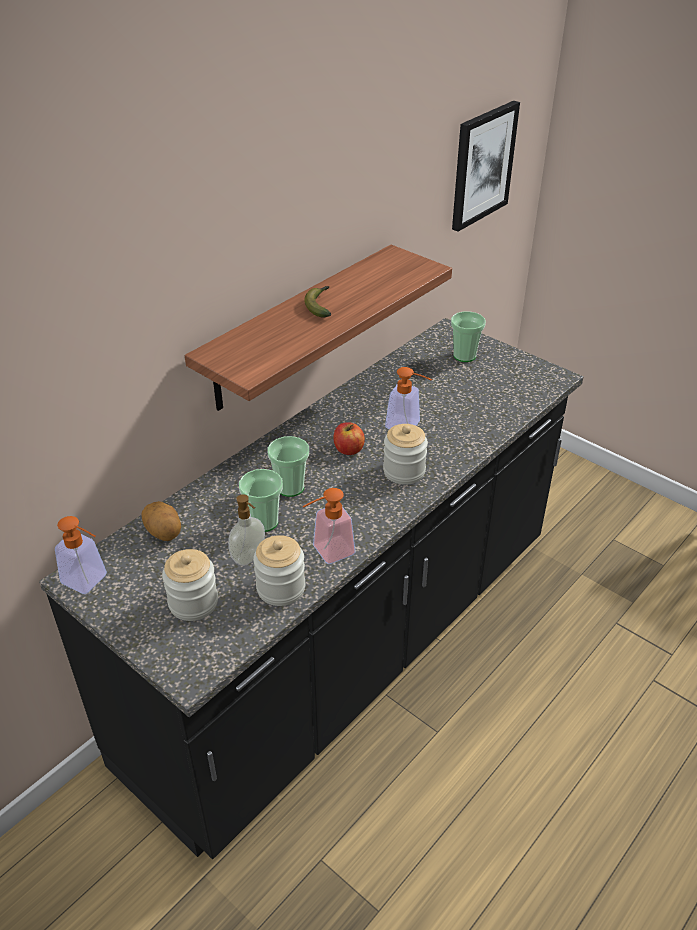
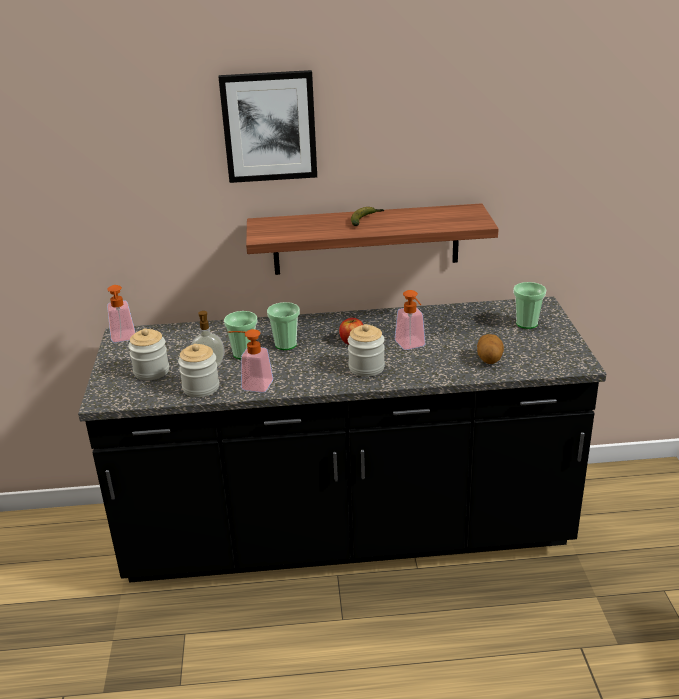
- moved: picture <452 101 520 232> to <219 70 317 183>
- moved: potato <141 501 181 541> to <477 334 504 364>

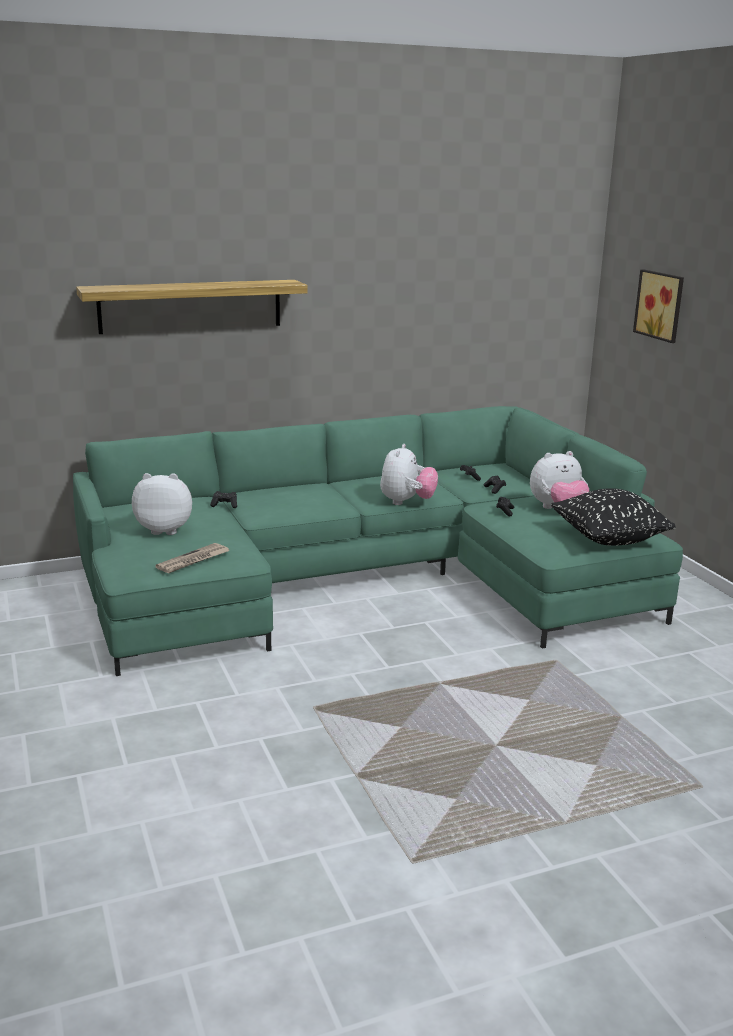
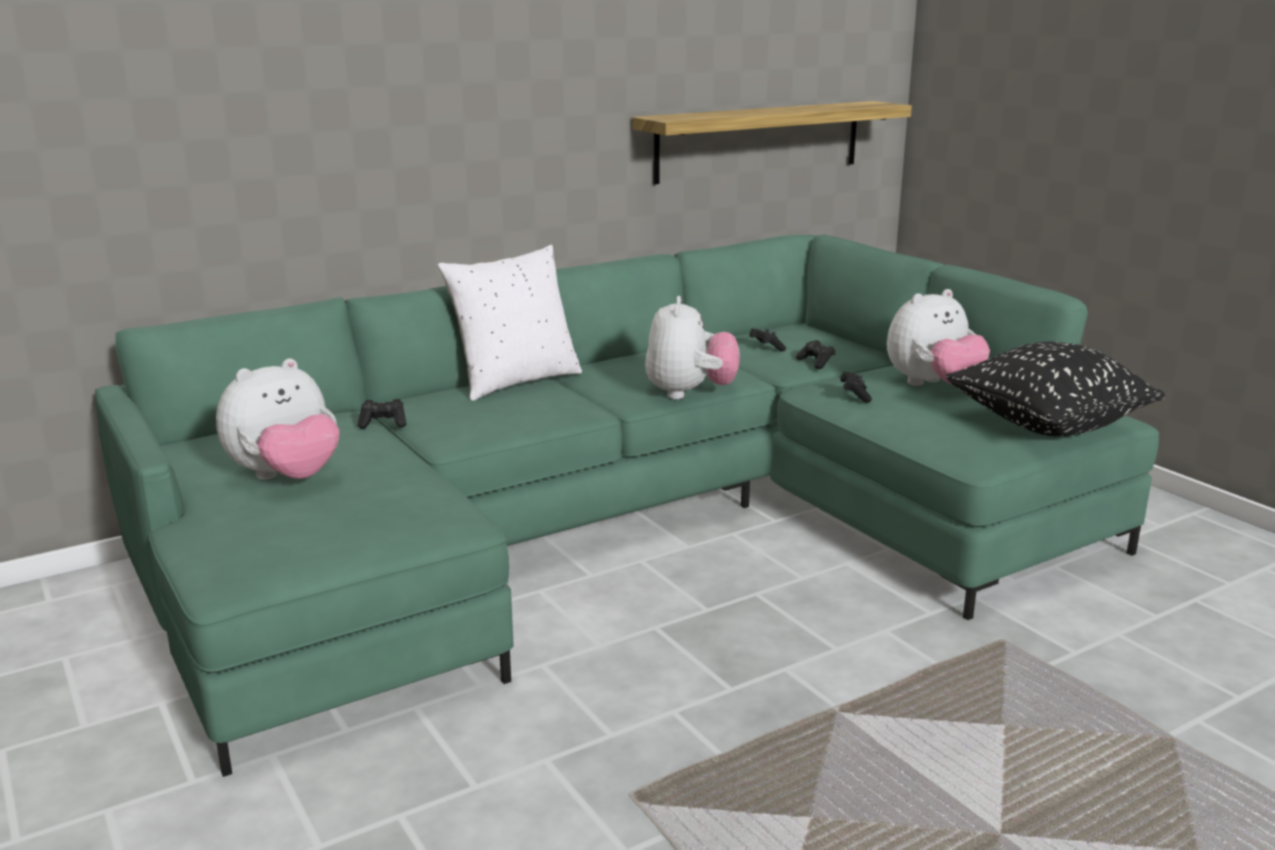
- turned: plush toy <132 473 192 535> = <216 358 339 480> 150 degrees clockwise
- added: pillow/white <438 245 582 401>
- moved: shelf <76 280 308 334> to <633 101 912 184>
- removed: newspaper <155 543 229 574>
- removed: picture <633 269 684 343>

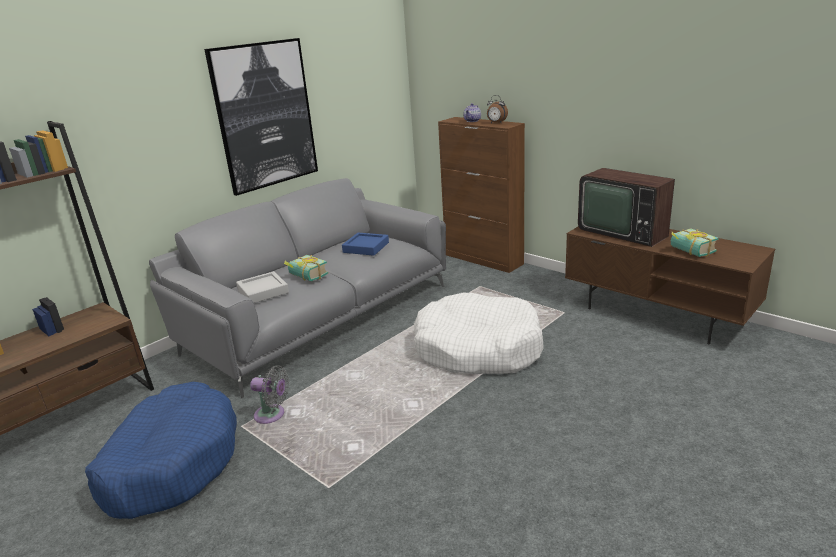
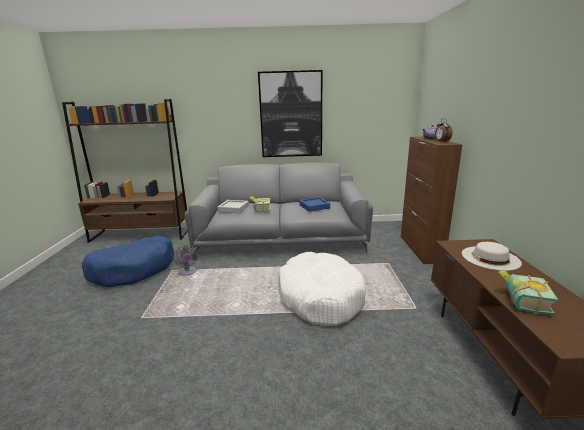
- replaced: television <578 168 675 247> to hat/white <462 242 522 271>

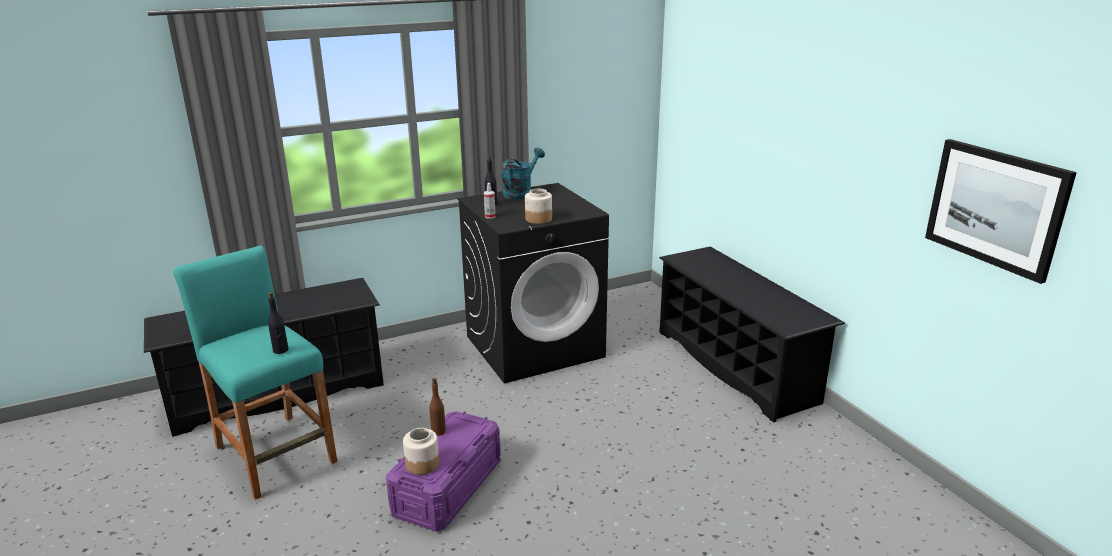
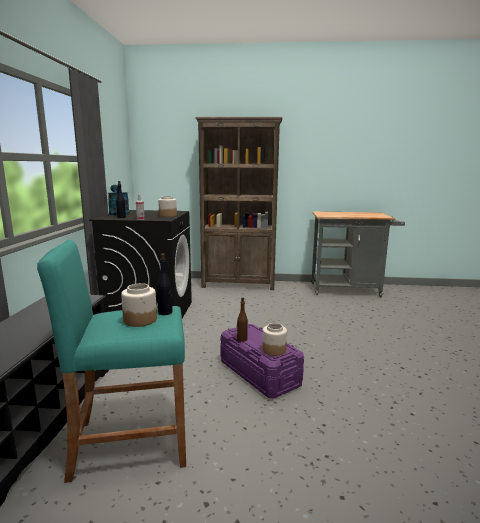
- added: jar <121 283 157 327>
- replaced: shoe rack/black <659 246 845 423> to bookcase/brown <195 117 283 290>
- added: cart/grey <311 211 405 297>
- removed: picture <925 139 1077 284>

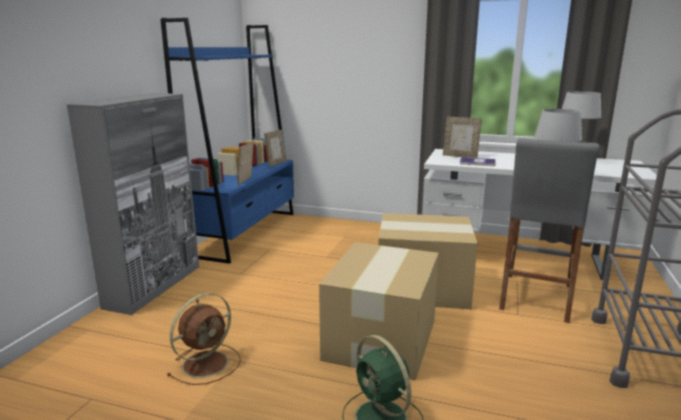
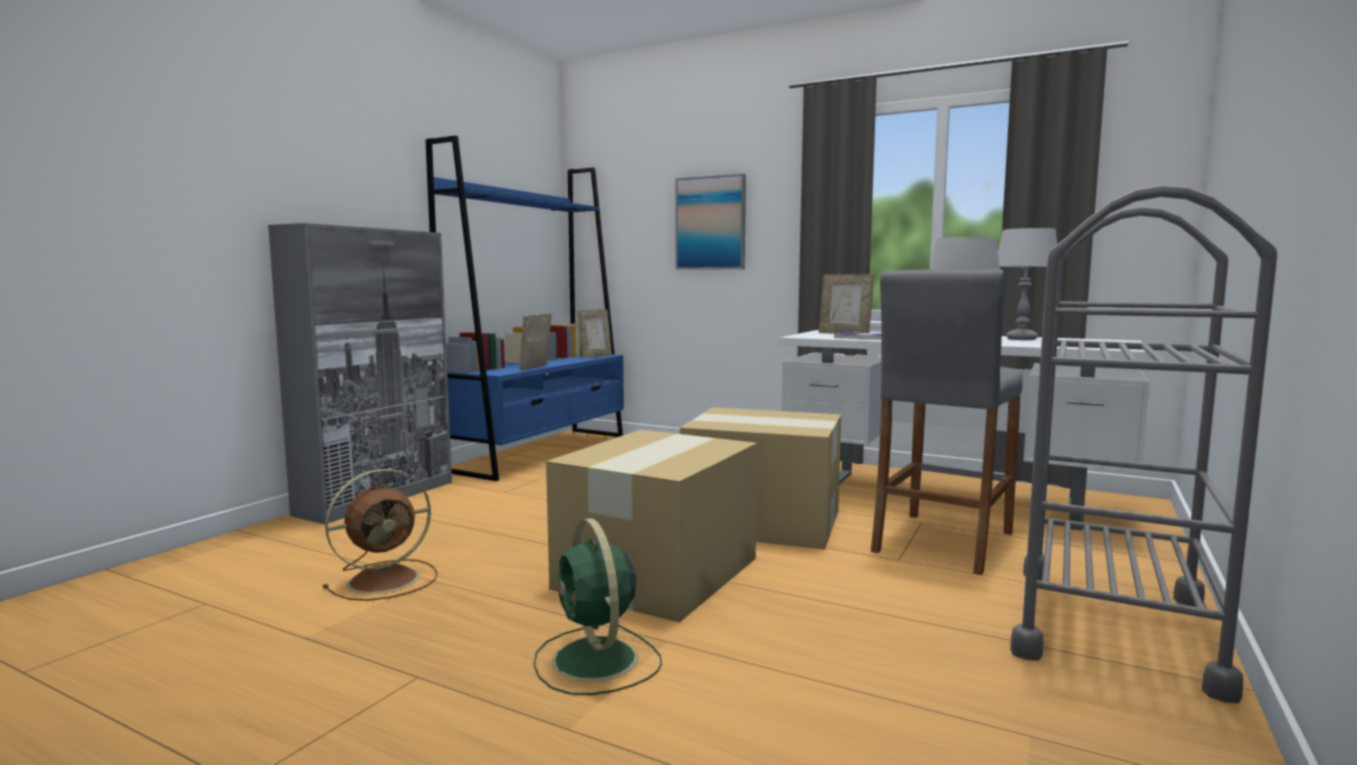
- added: picture <675 174 746 270>

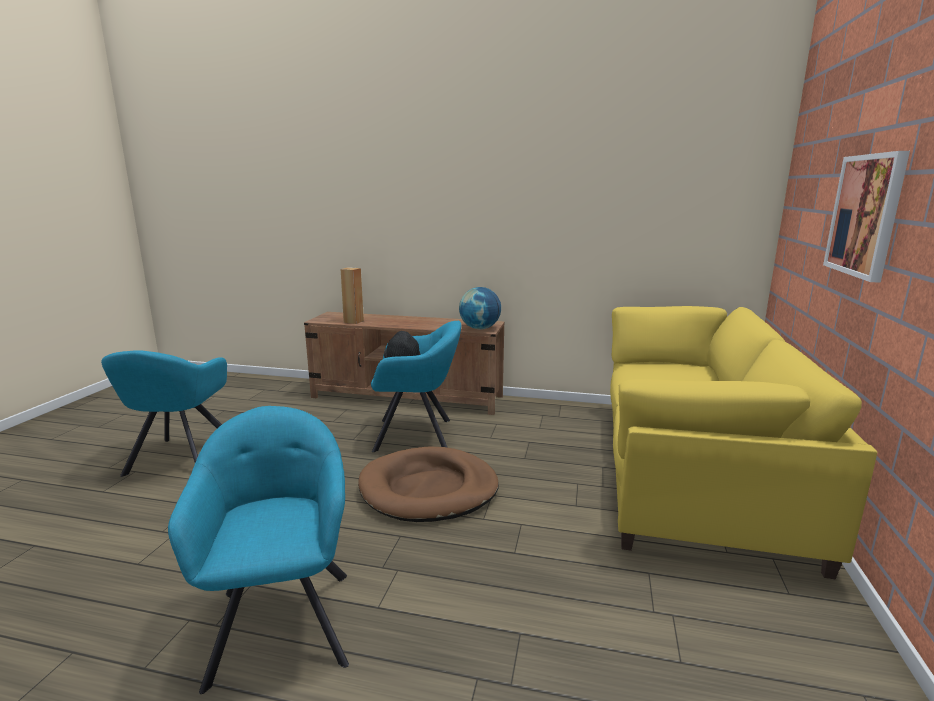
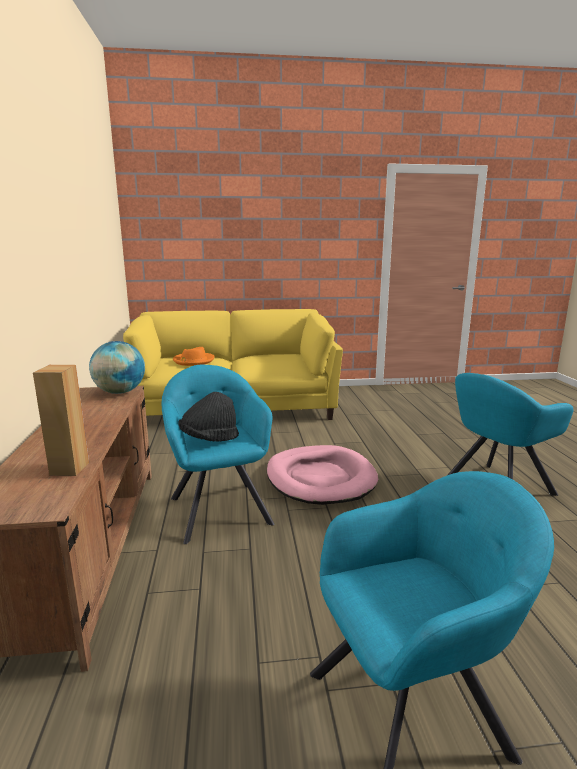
- added: hat/orange <173 347 215 366>
- recoloured: dog bed/brown <358 447 499 522> to dog bed/pink <267 445 378 505>
- removed: picture <823 151 910 283>

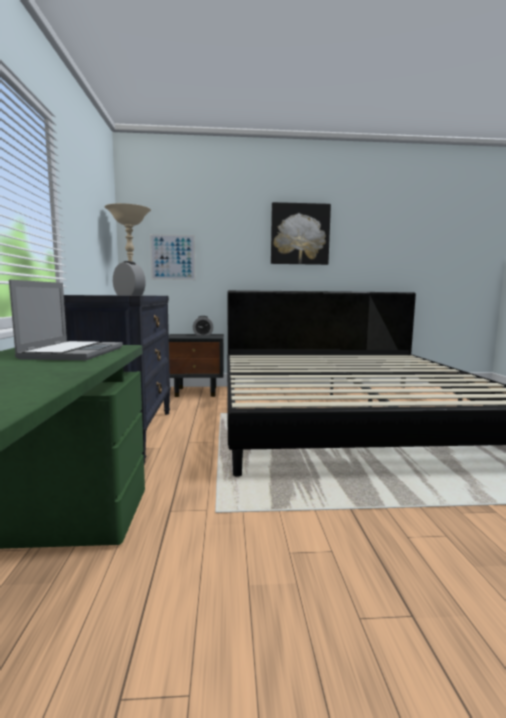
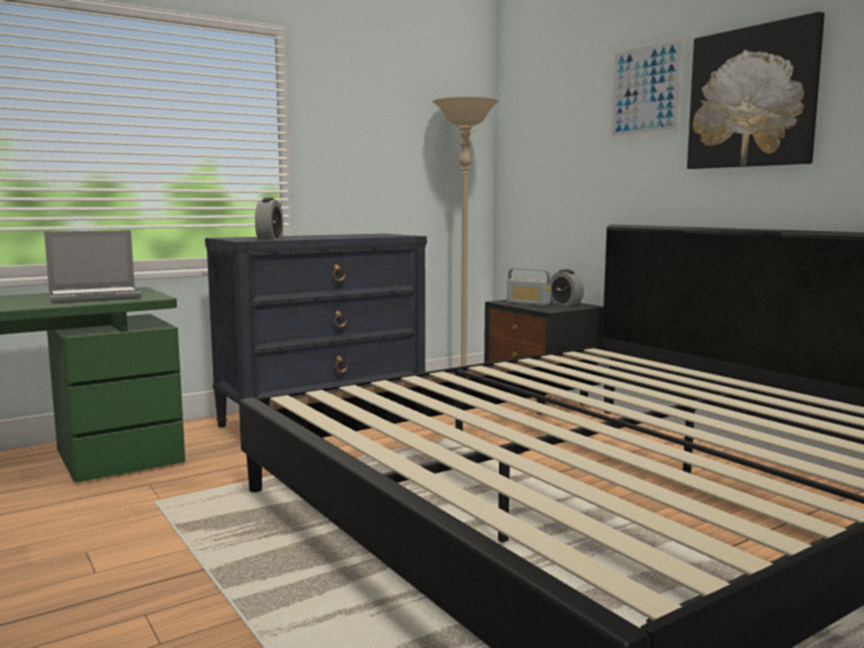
- added: radio <507 268 551 306>
- moved: picture <150 234 195 280> to <610 36 684 139>

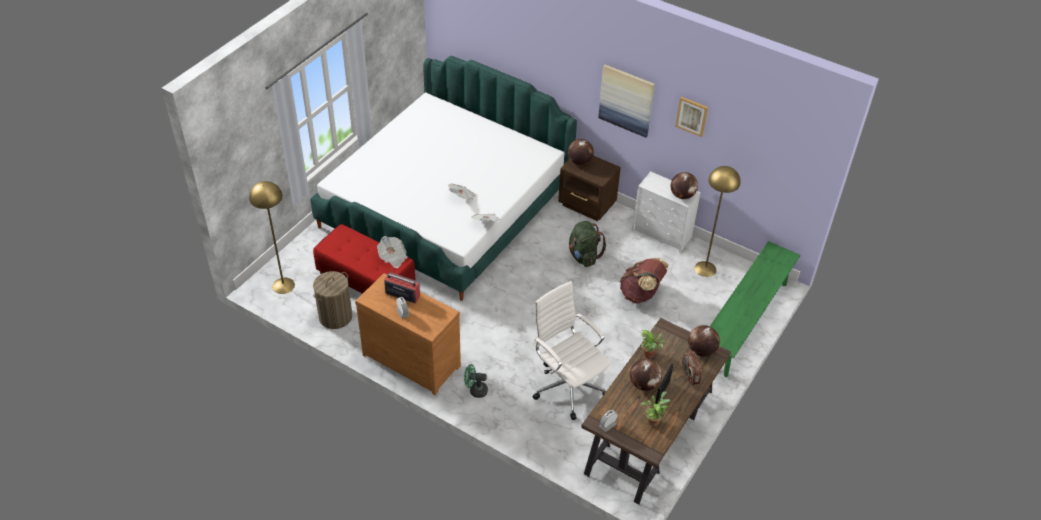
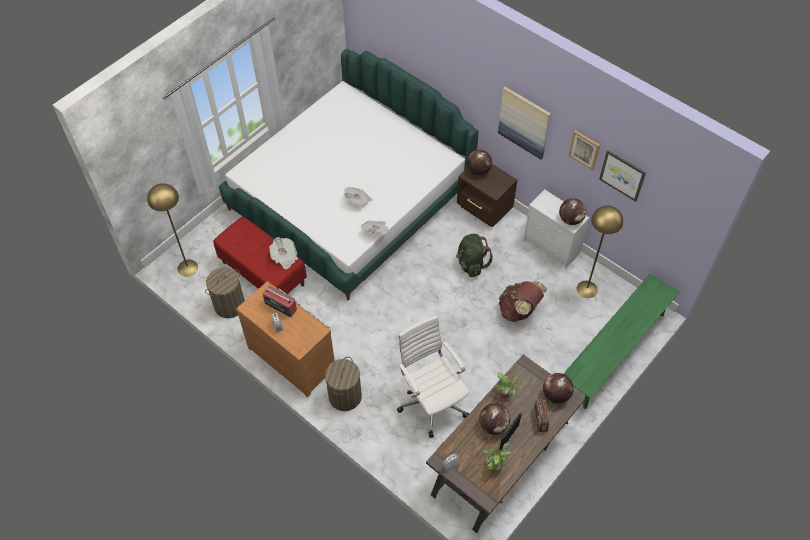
- replaced: fan/green <464 364 488 398> to laundry basket <325 357 362 411>
- added: picture <599 150 646 202>

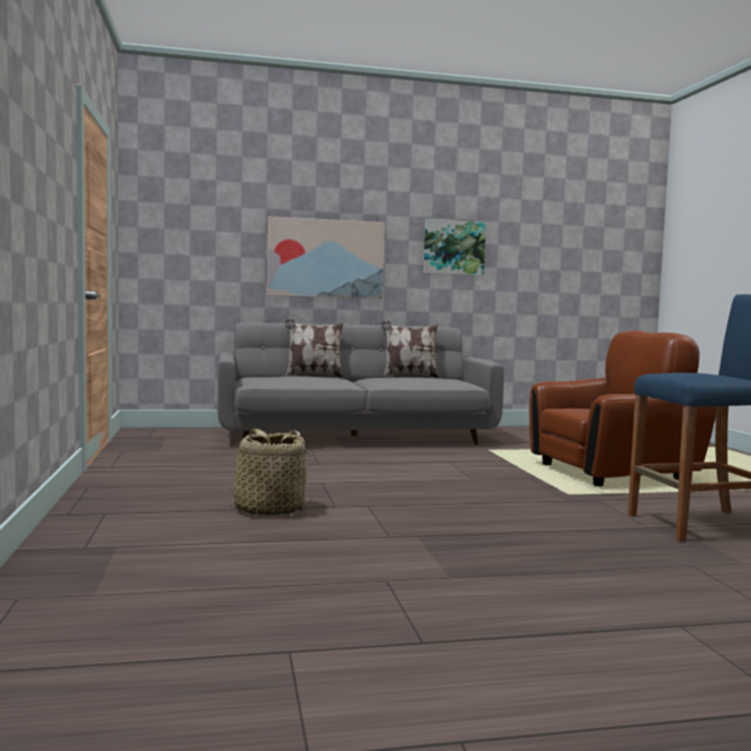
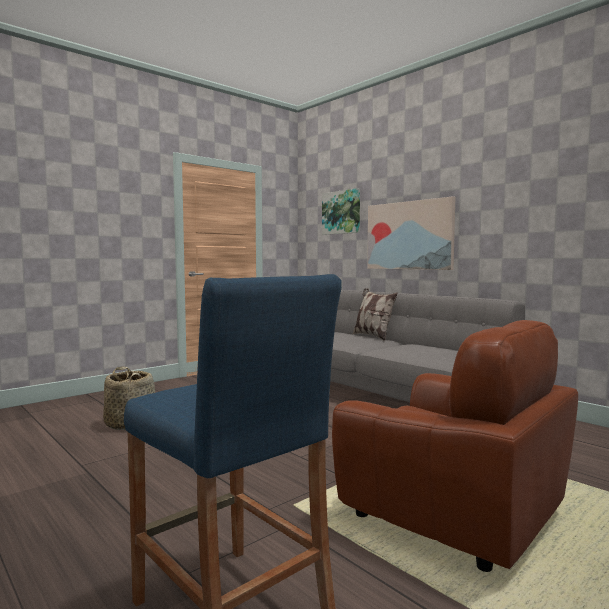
- moved: picture <423 219 486 276> to <322 188 360 235>
- removed: pillow <381 321 439 378>

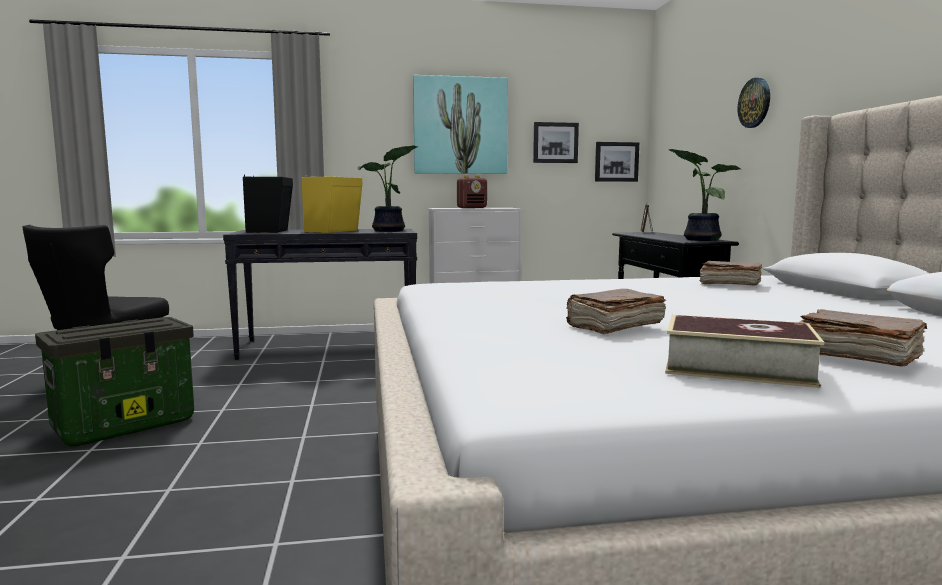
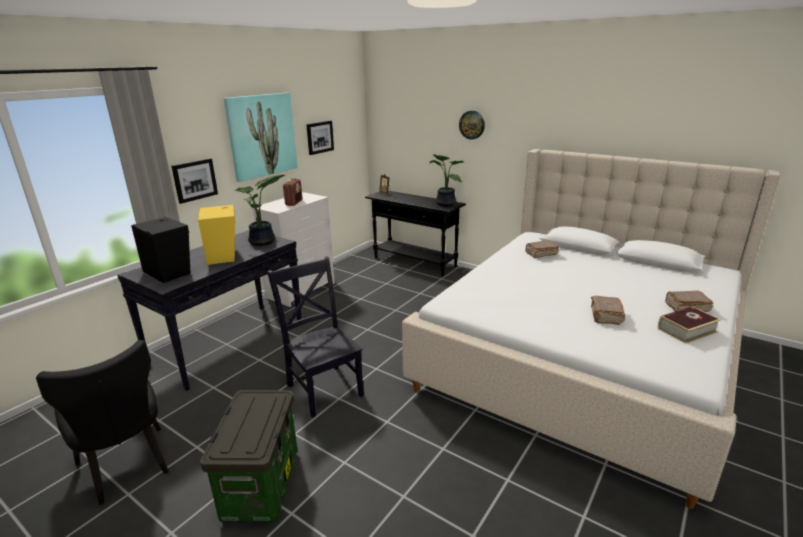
- moved: picture <595 142 639 182> to <172 158 218 204>
- added: chair/black <267 256 364 418>

